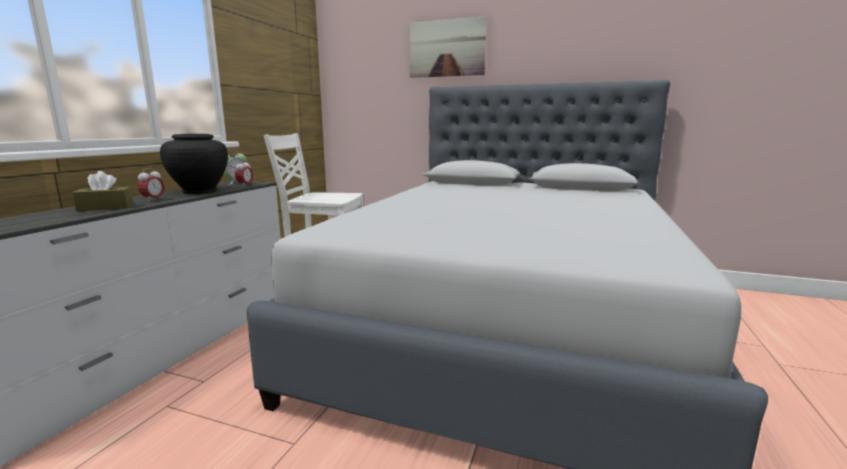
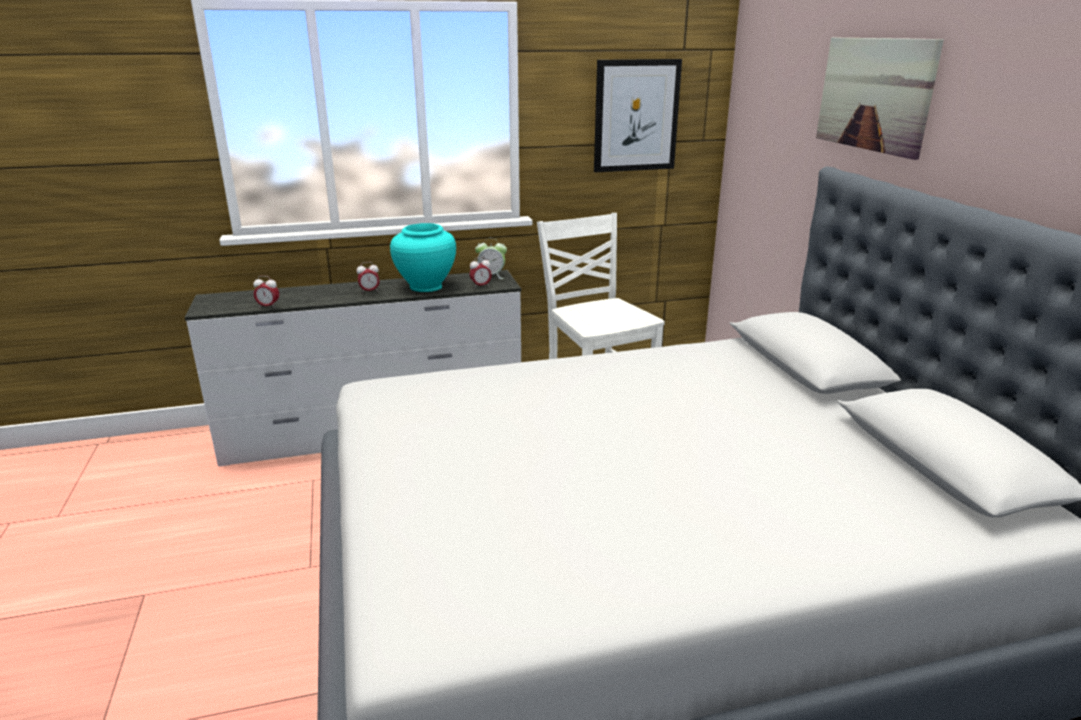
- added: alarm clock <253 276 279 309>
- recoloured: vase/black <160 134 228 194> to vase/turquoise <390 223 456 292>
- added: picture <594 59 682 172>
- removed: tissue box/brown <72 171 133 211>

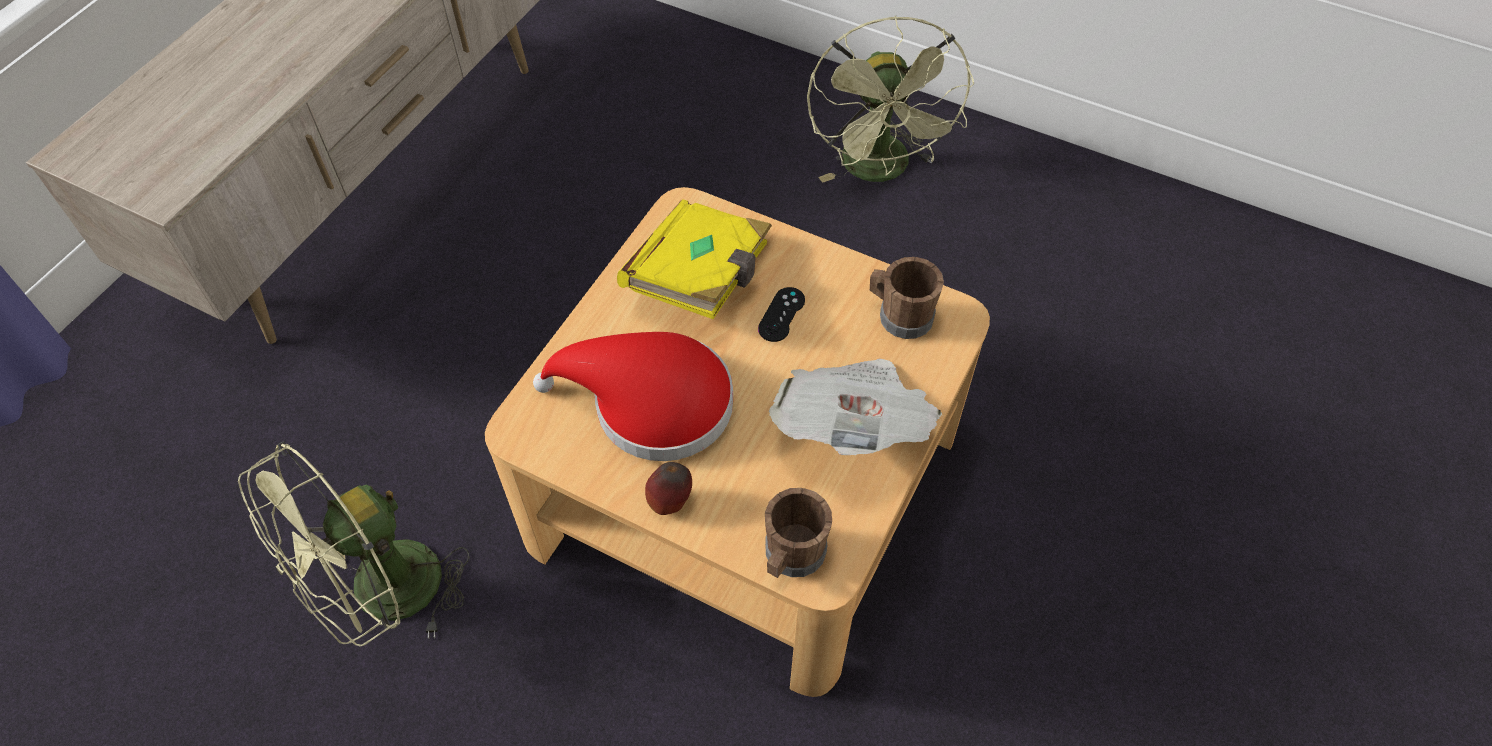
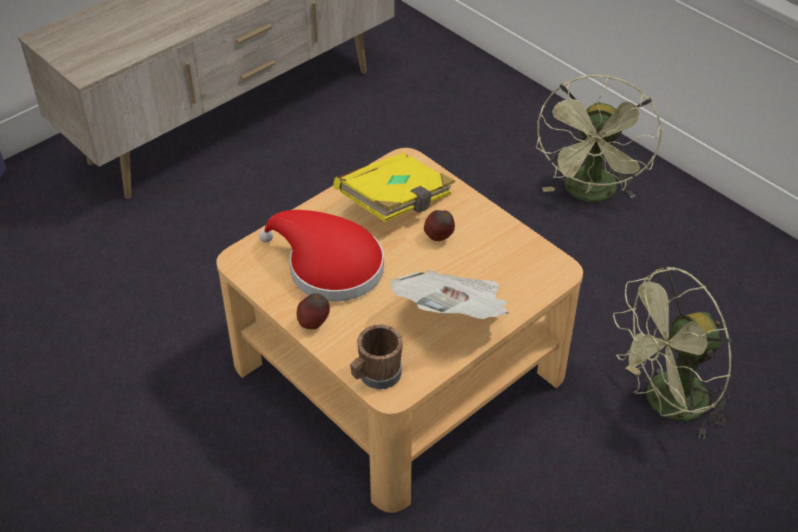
- replaced: game controller/black <758 287 805 342> to apple <424 210 455 241>
- moved: fan/green <238 441 470 647> to <613 266 732 440>
- removed: mug/brown <870 257 944 339>

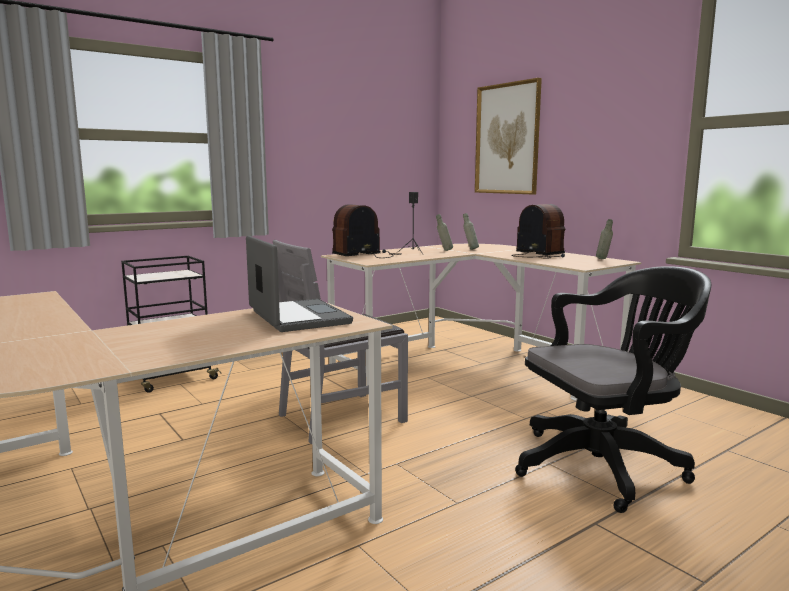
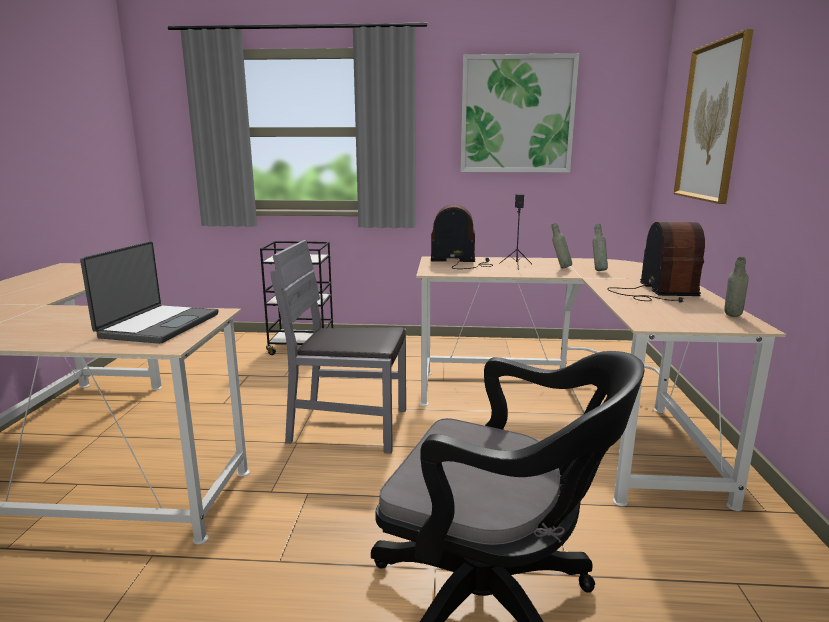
- added: picture <461 53 579 173>

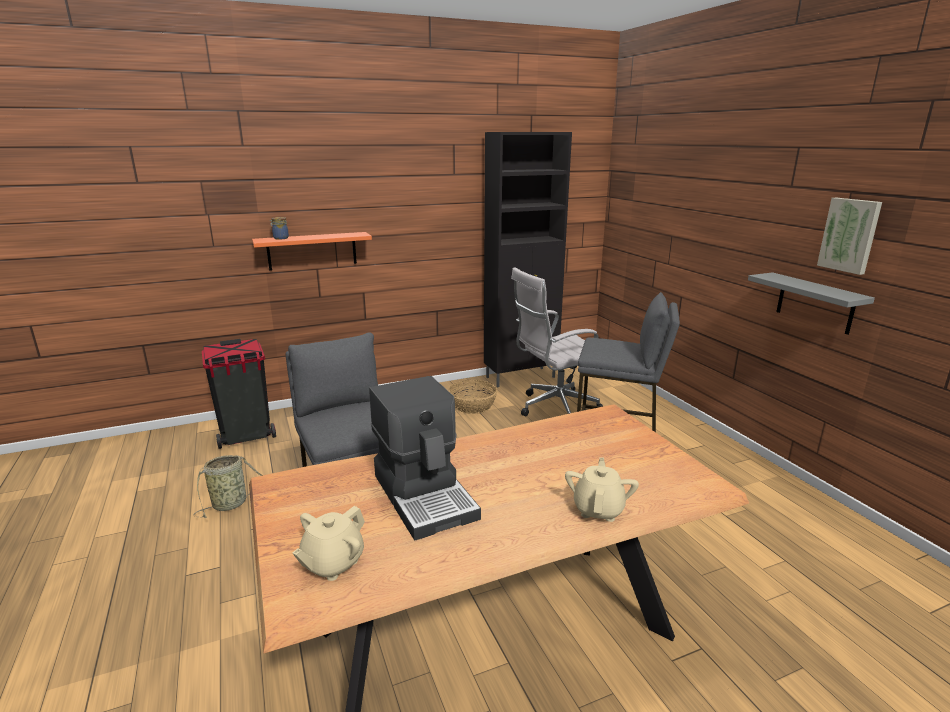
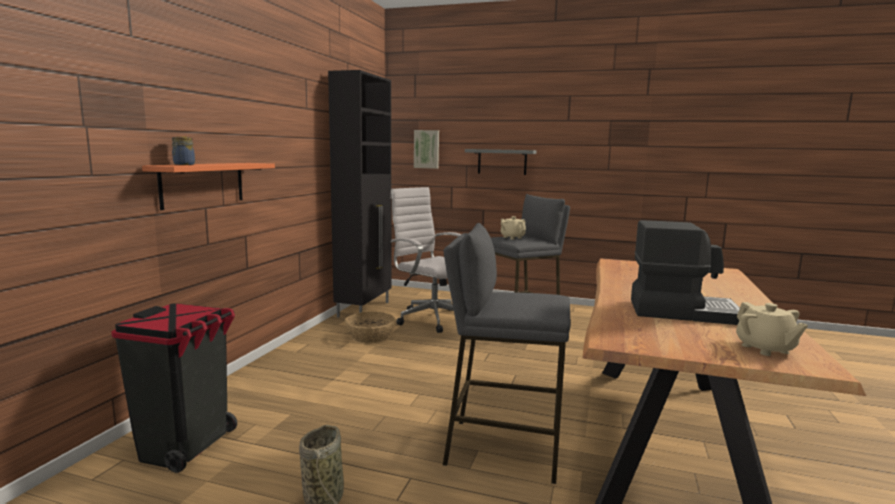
- turned: office chair/white <511 267 603 417> = <390 187 461 333> 120 degrees clockwise
- moved: picture <817 198 882 275> to <414 130 439 169>
- moved: shelf/grey <748 272 875 335> to <465 149 536 175>
- moved: teapot/beige <565 457 639 522> to <501 216 526 239>

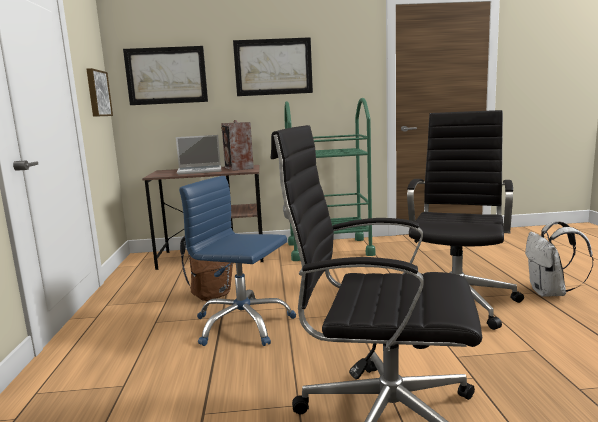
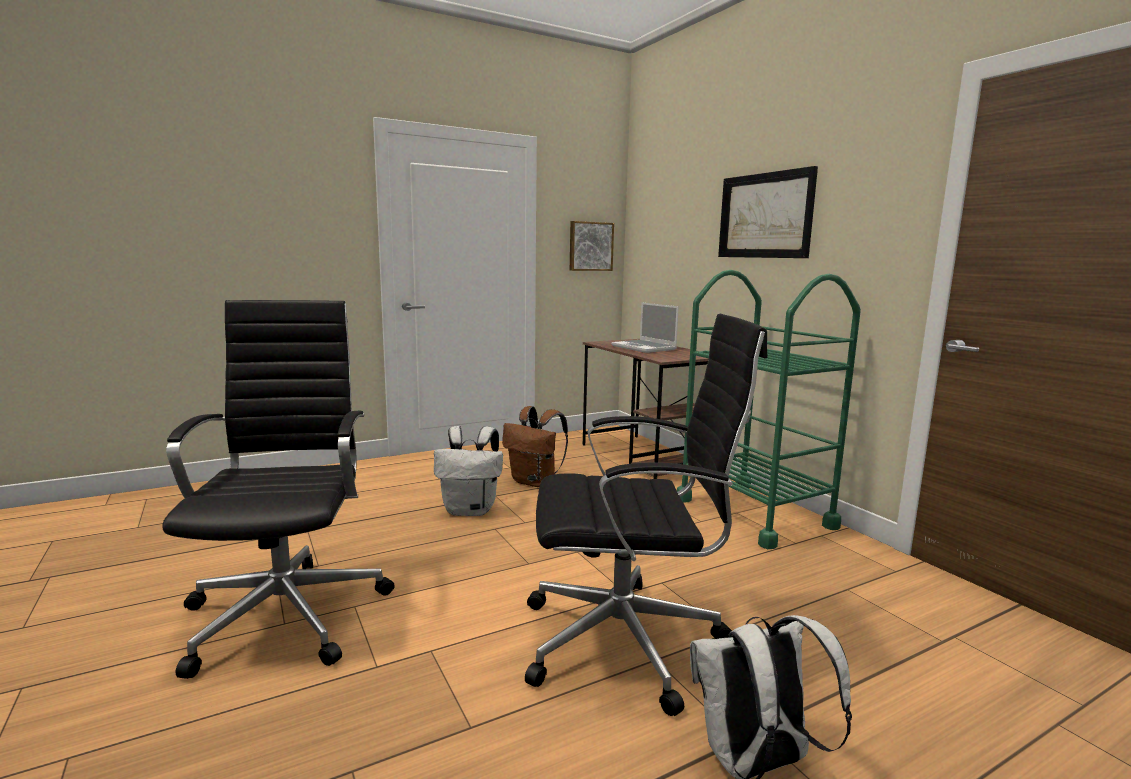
- replaced: office chair/blue <179 176 296 346> to backpack/white <434 426 503 516>
- removed: picture <123 46 208 105>
- removed: speaker <221 120 254 171>

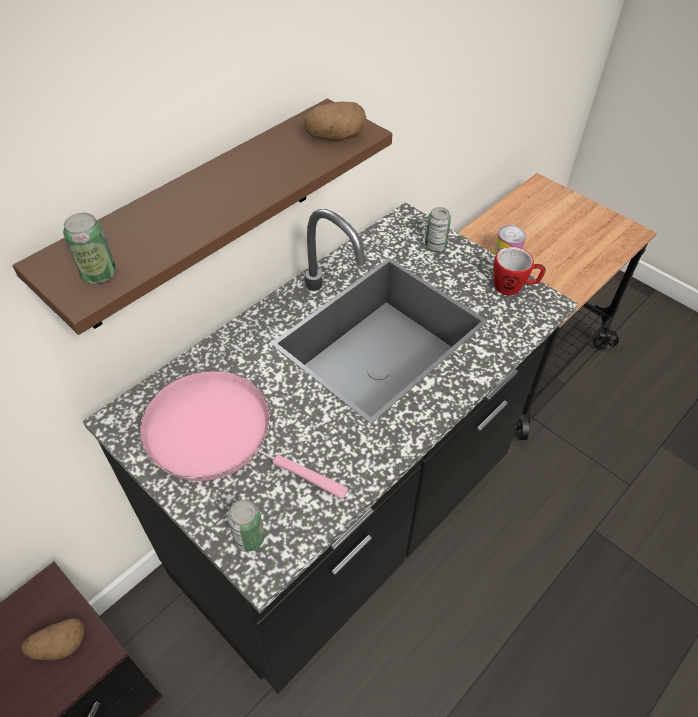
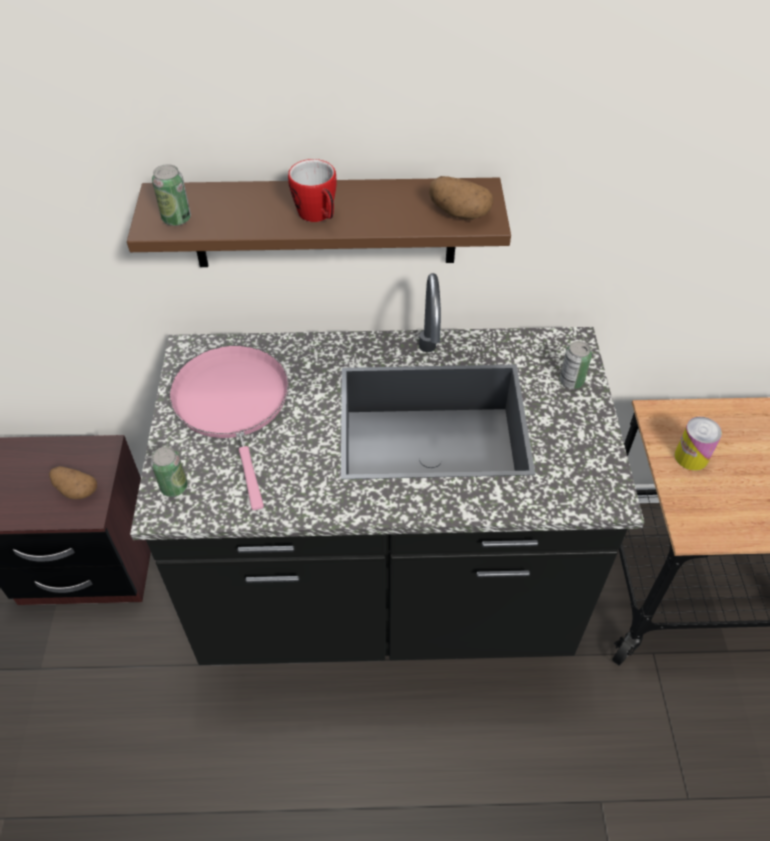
- moved: mug <493 247 546 295> to <288 159 337 222>

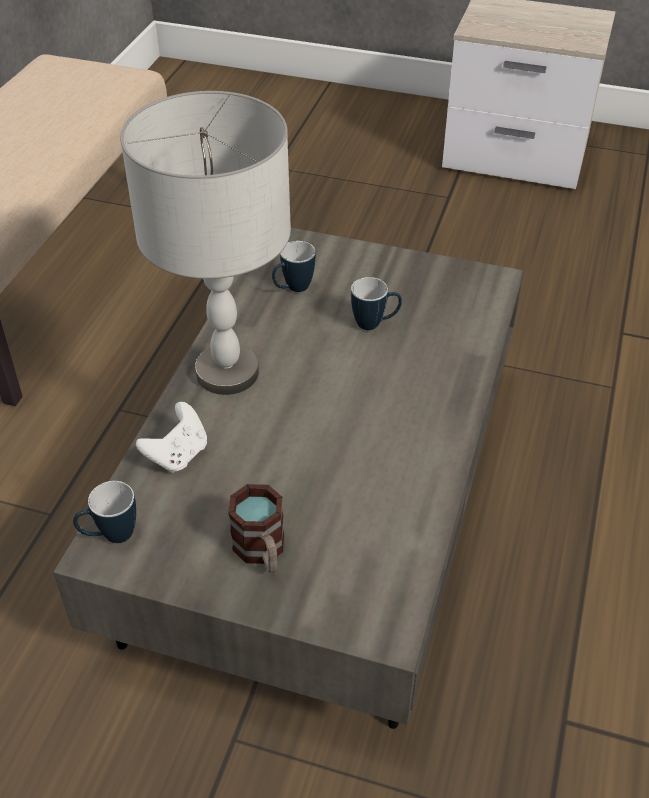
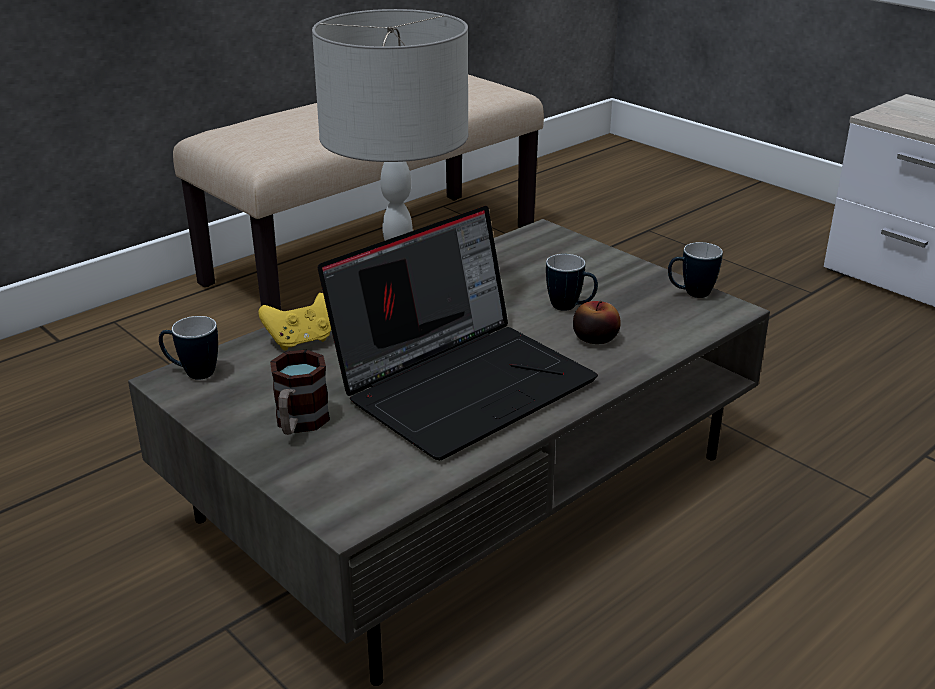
- recoloured: game controller/white <136 402 207 473> to game controller/yellow <258 293 331 350>
- added: laptop <318 206 598 460>
- added: apple <573 301 621 344>
- moved: mug <272 241 315 292> to <668 242 723 298>

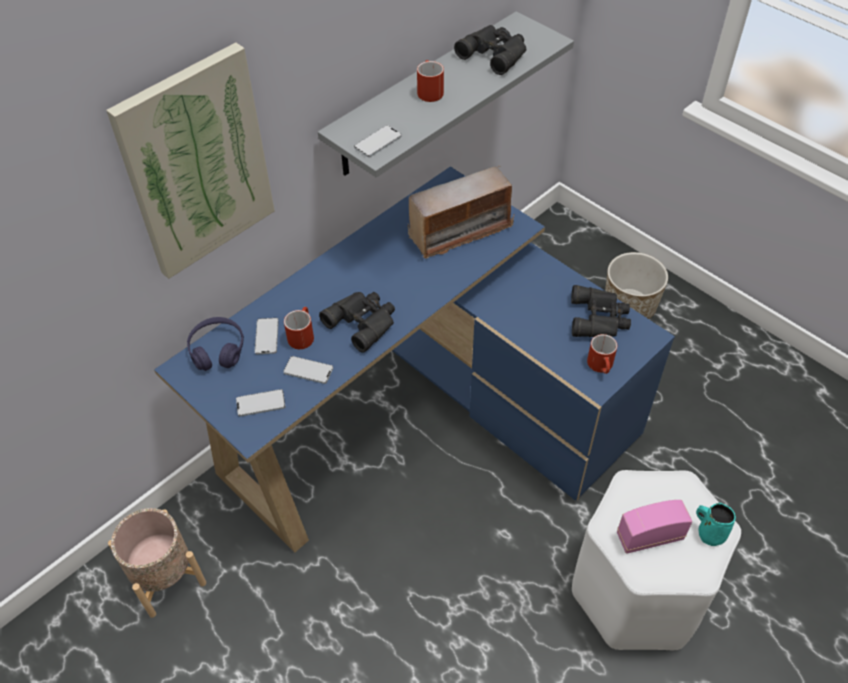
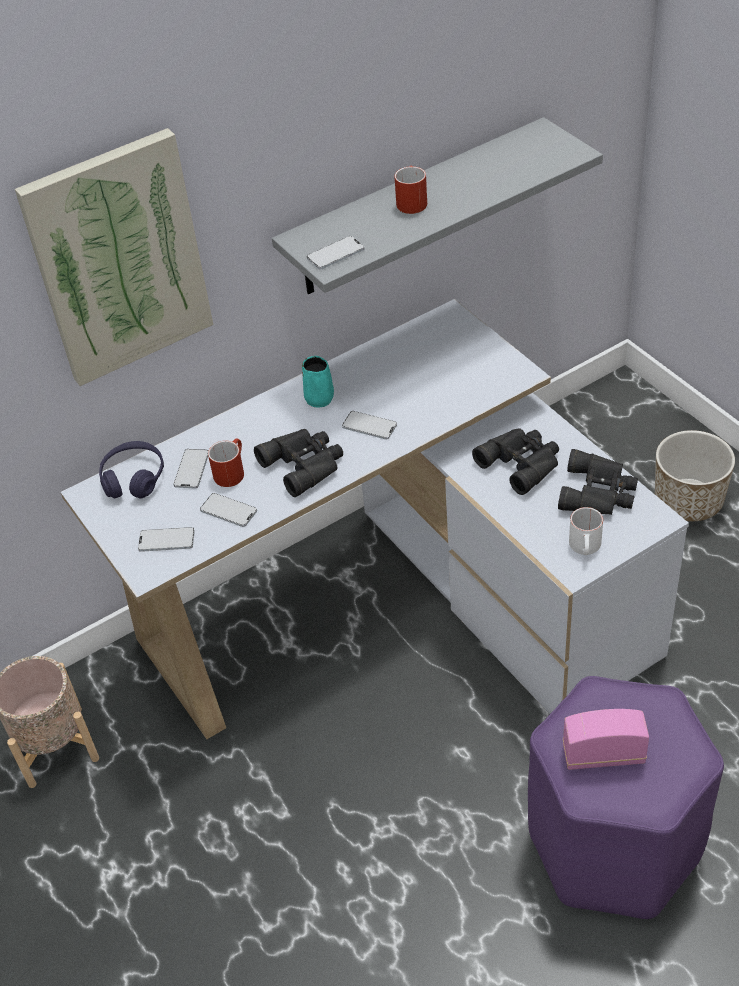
- recoloured: desk/blue <154 167 675 553> to desk/white <61 299 689 739>
- moved: mug/turquoise <696 503 736 546> to <302 356 334 408>
- added: phone <342 411 397 440>
- moved: binoculars/black <454 25 526 75> to <472 428 559 495>
- recoloured: stool/white <572 470 741 650> to stool/purple <528 676 724 919>
- recoloured: mug/red <587 334 617 374> to mug/white <569 507 603 555>
- removed: radio <407 166 514 259>

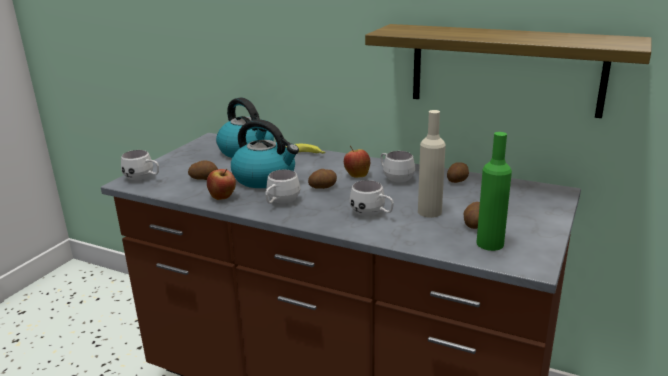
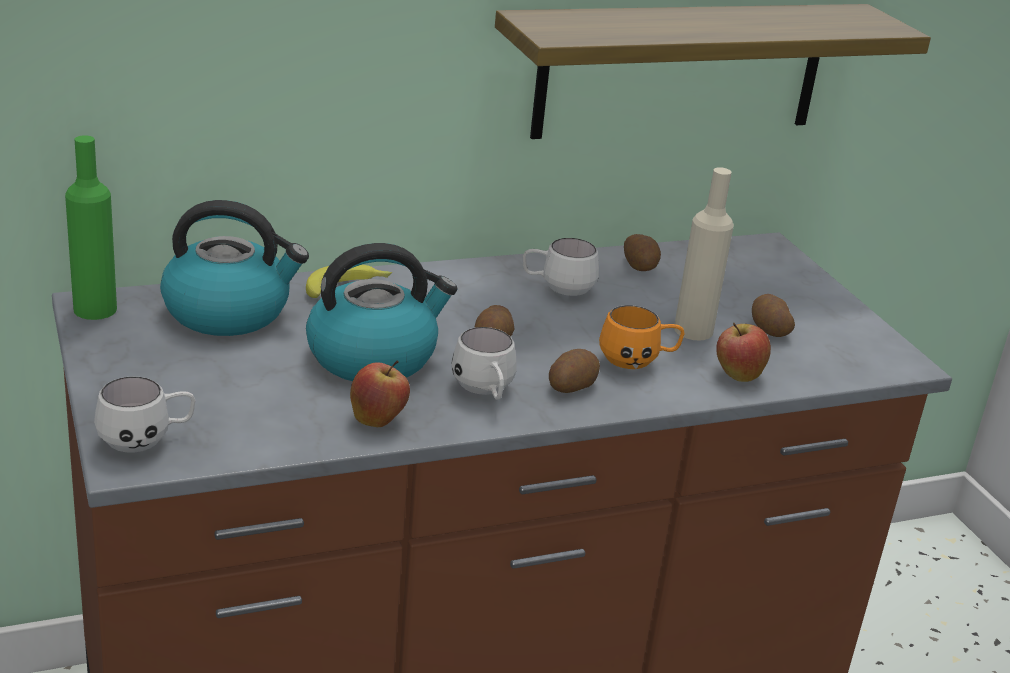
- moved: bottle/green <476 132 512 251> to <65 135 117 320>
- moved: potato <188 161 218 180> to <549 349 600 393>
- recoloured: mug/white <349 180 394 216> to mug/orange <599 305 685 369>
- moved: apple <344 146 370 178> to <716 323 771 382>

